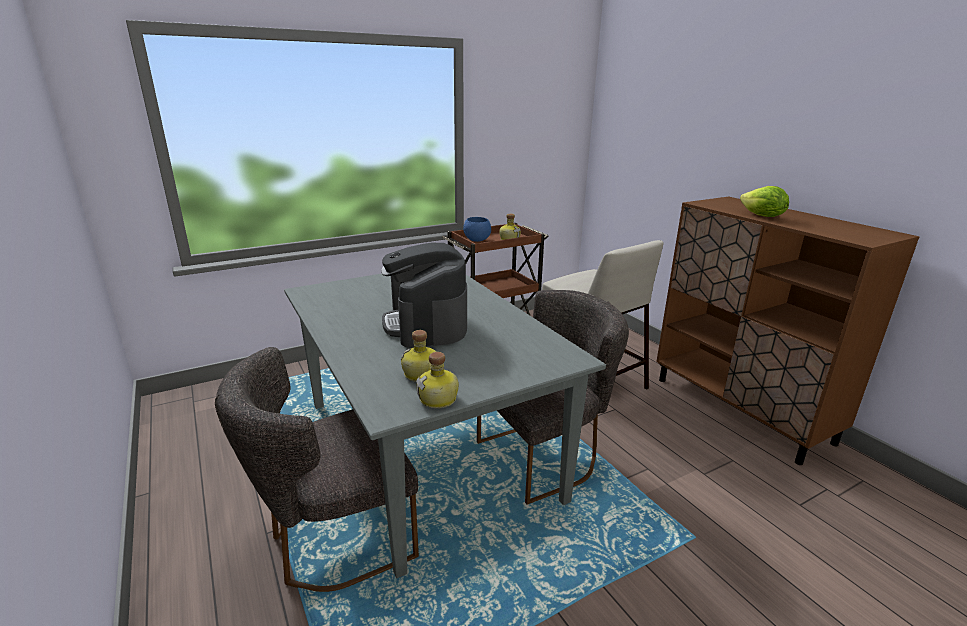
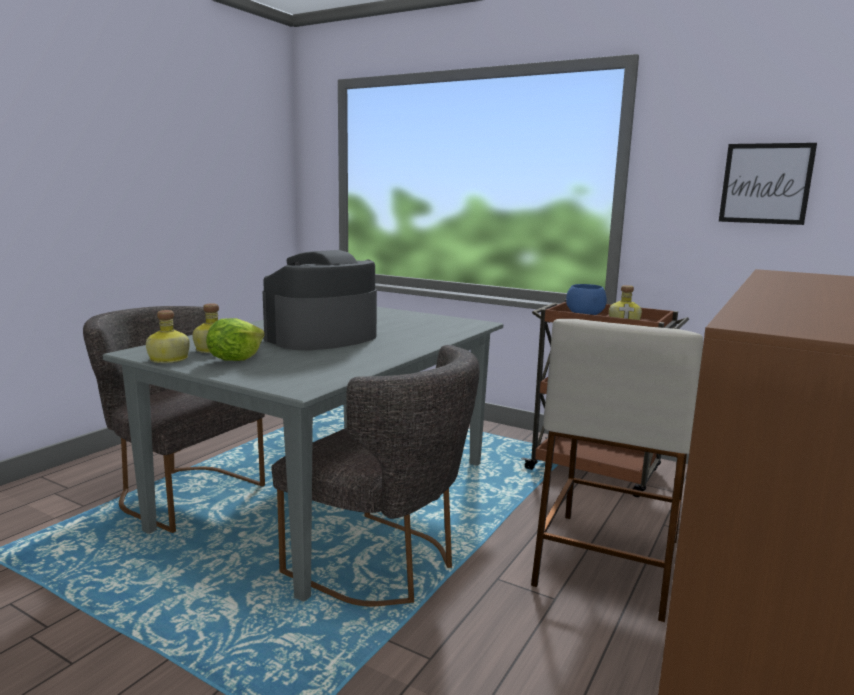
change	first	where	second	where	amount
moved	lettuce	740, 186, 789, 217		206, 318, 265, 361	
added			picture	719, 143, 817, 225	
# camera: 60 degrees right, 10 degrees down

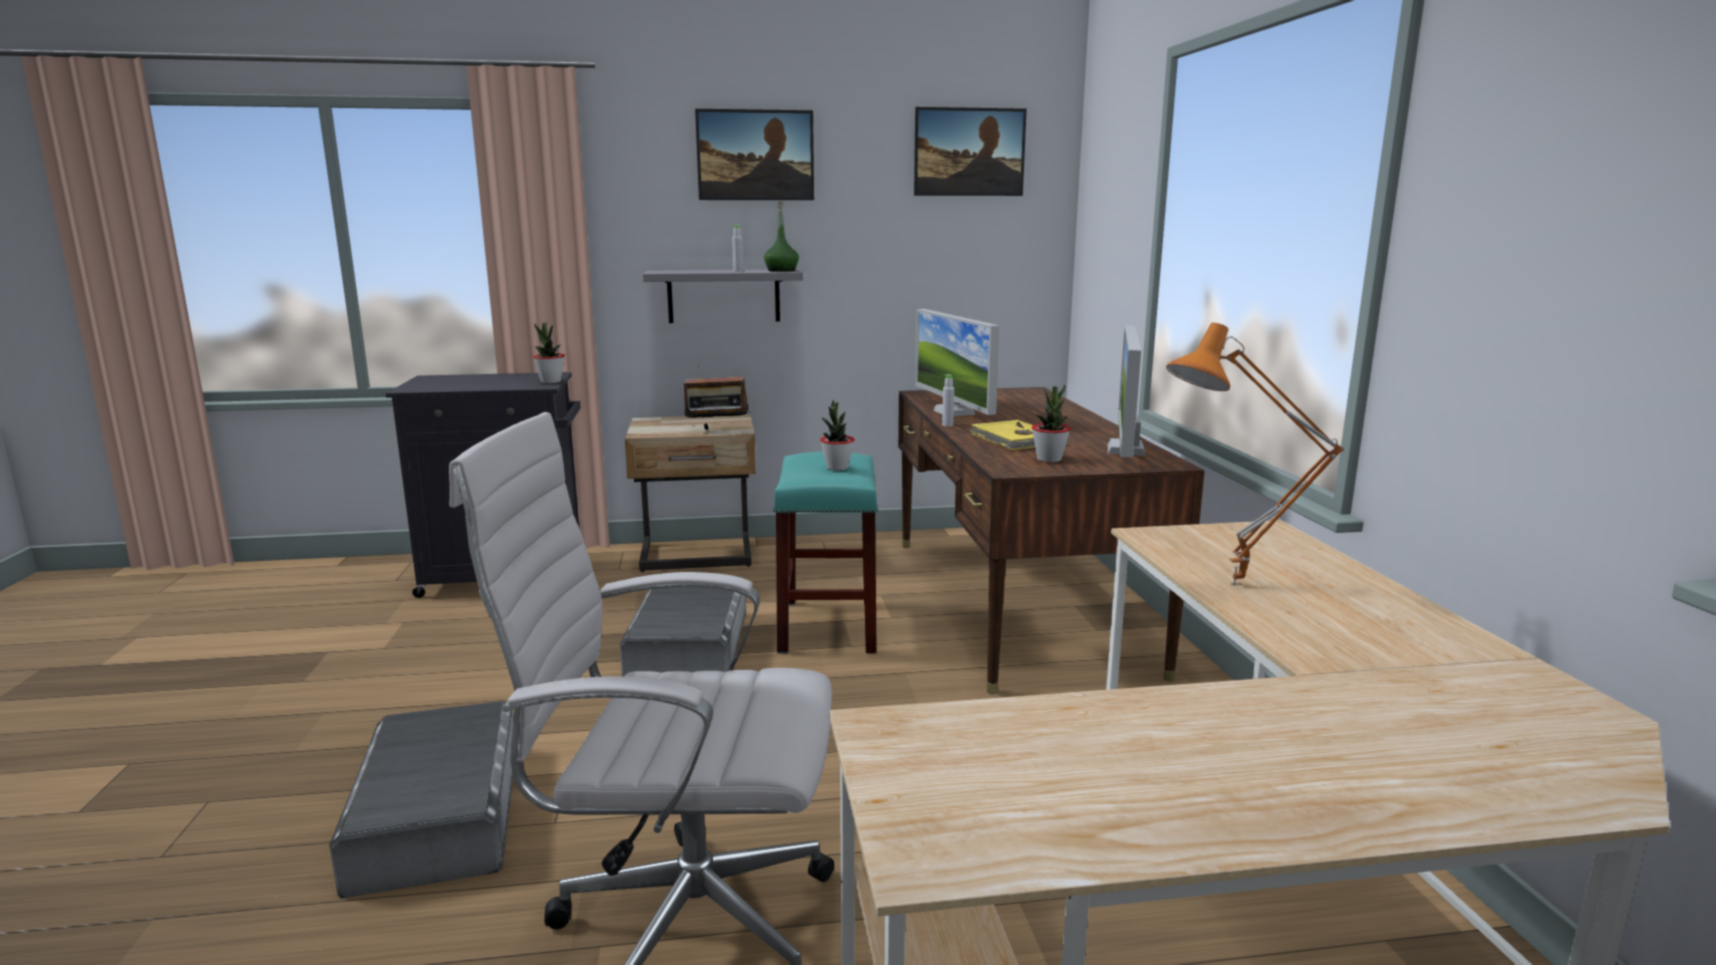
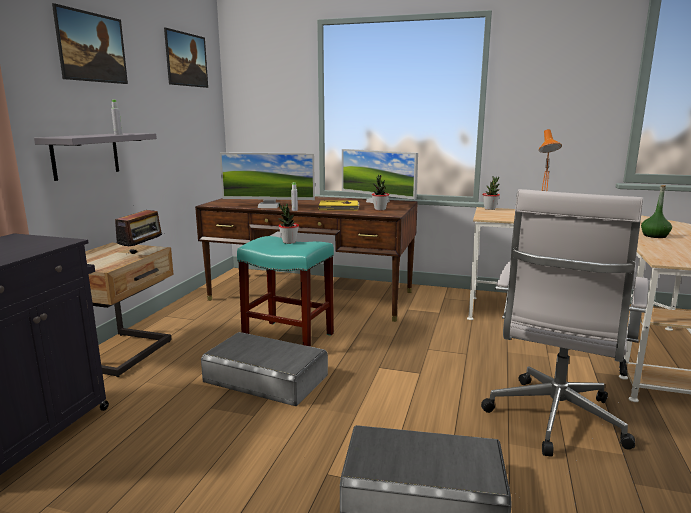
change	first	where	second	where	amount
moved	greenish drink bottle	764, 202, 799, 272		641, 185, 672, 238	
moved	potted plant	533, 323, 565, 383		482, 176, 500, 210	
# camera: 65 degrees left, 0 degrees up

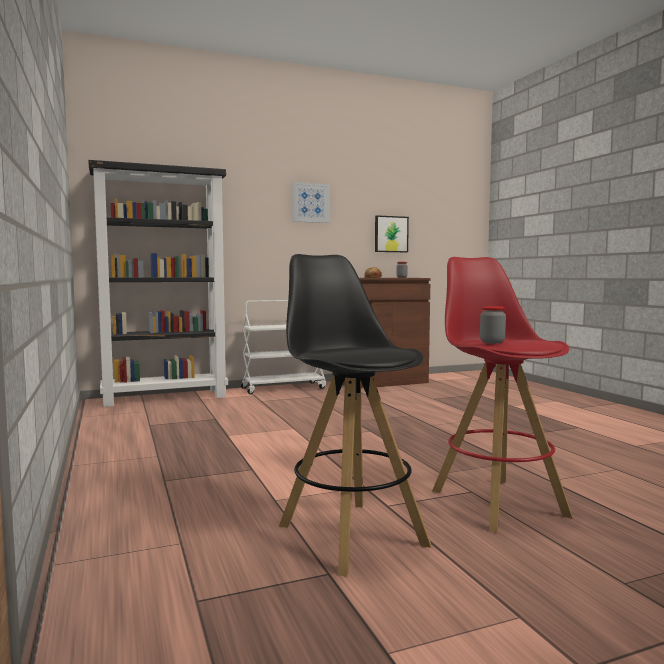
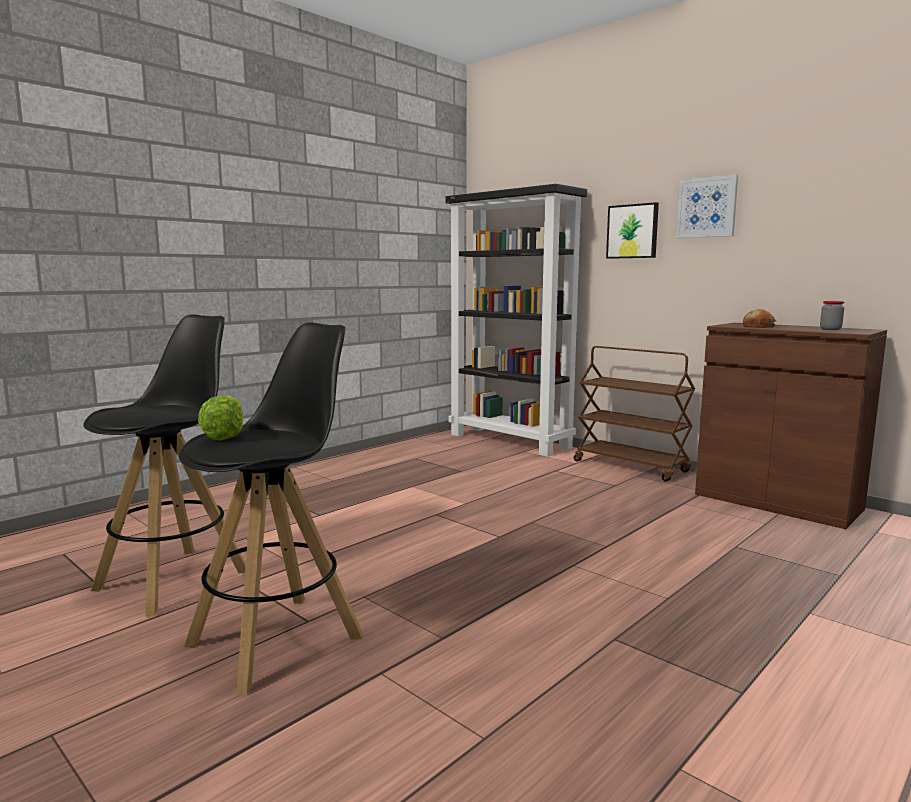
change	first	where	second	where	amount
moved	picture	375, 215, 409, 252		606, 202, 659, 259	
recoloured	red stool	432, 257, 573, 533	black-coloured stool	179, 322, 363, 695	
recoloured	white cart	241, 300, 326, 394	brownish cart	574, 346, 695, 482	
replaced	jar	480, 306, 506, 343	lettuce	198, 395, 243, 441	
# camera: 65 degrees right, 5 degrees up

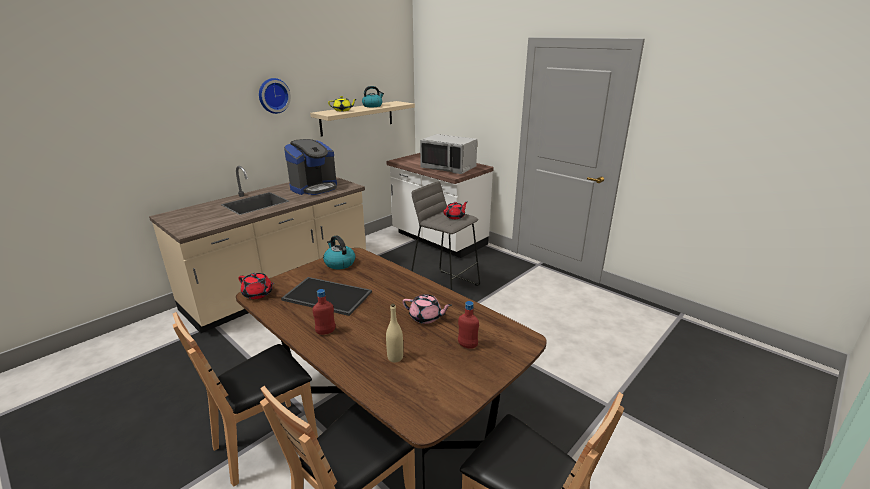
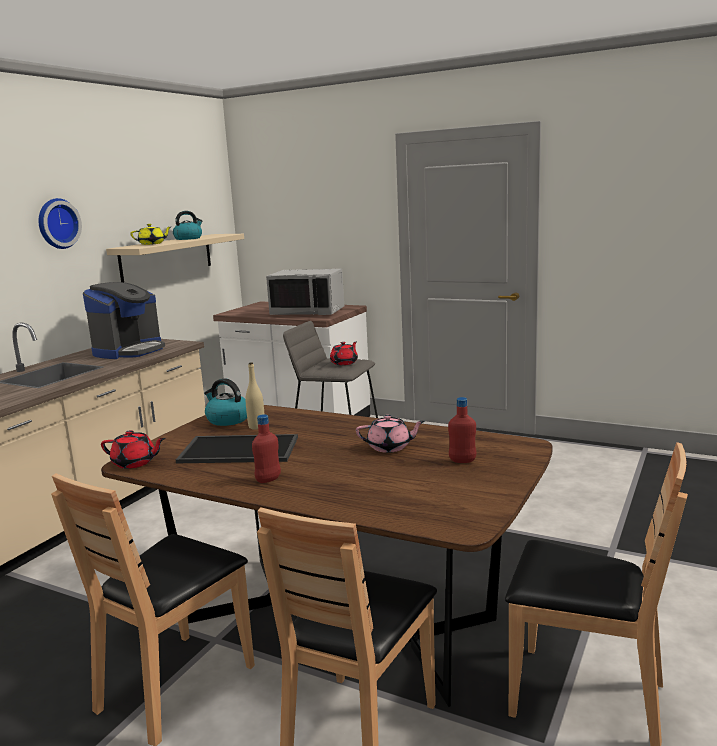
change	first	where	second	where	amount
moved	beige drink bottle	386, 304, 403, 363		245, 362, 264, 430	
# camera: 15 degrees left, 10 degrees down

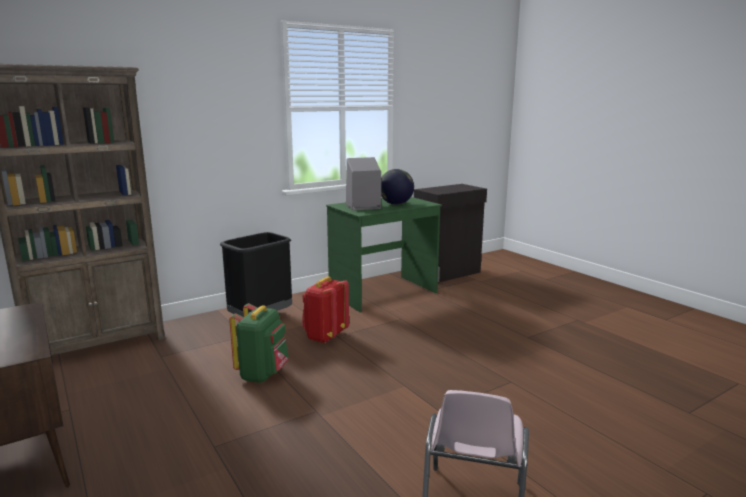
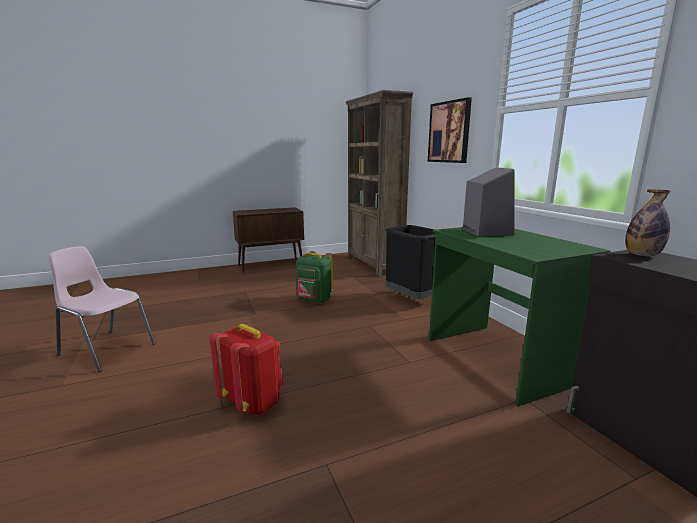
change	first	where	second	where	amount
removed	world globe	381, 169, 414, 205			
moved	red knapsack	302, 276, 349, 343		210, 324, 283, 415	
added			picture	428, 97, 472, 163	
added			drink bottle	625, 189, 671, 256	
# camera: 100 degrees right, 0 degrees up

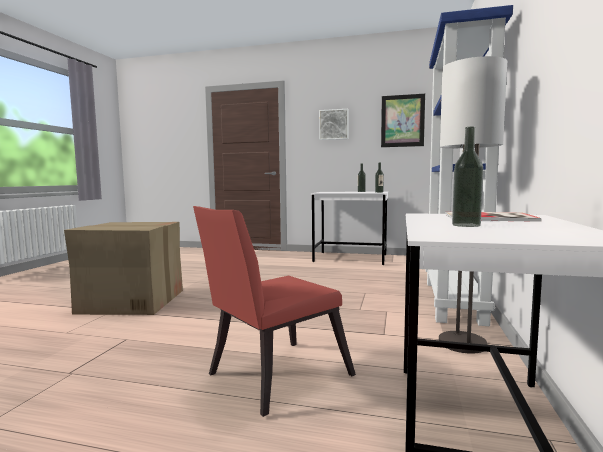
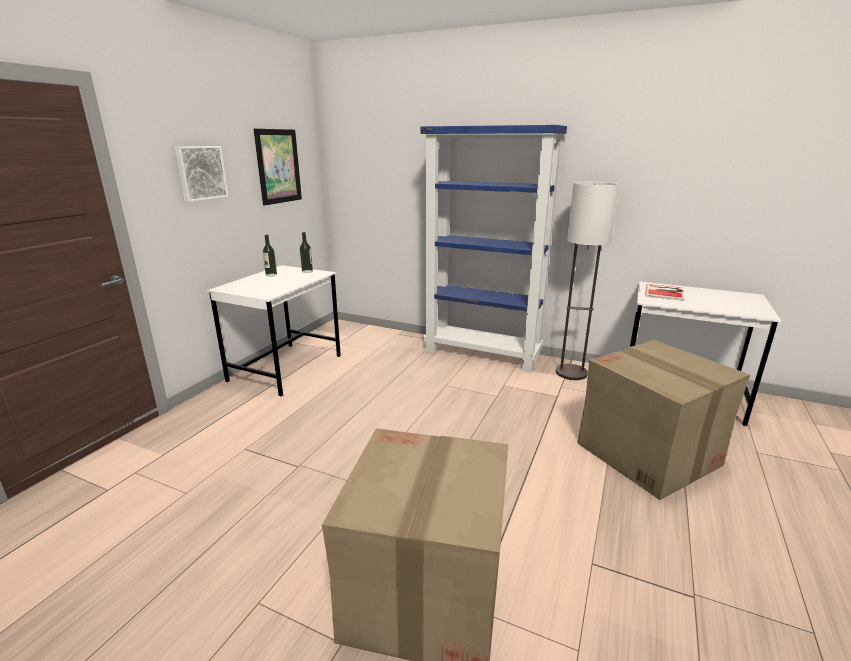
change	first	where	second	where	amount
removed	drink bottle	452, 126, 483, 227			
replaced	red plain chair	193, 206, 356, 417	packing box	577, 340, 750, 500	
# camera: 80 degrees left, 15 degrees up

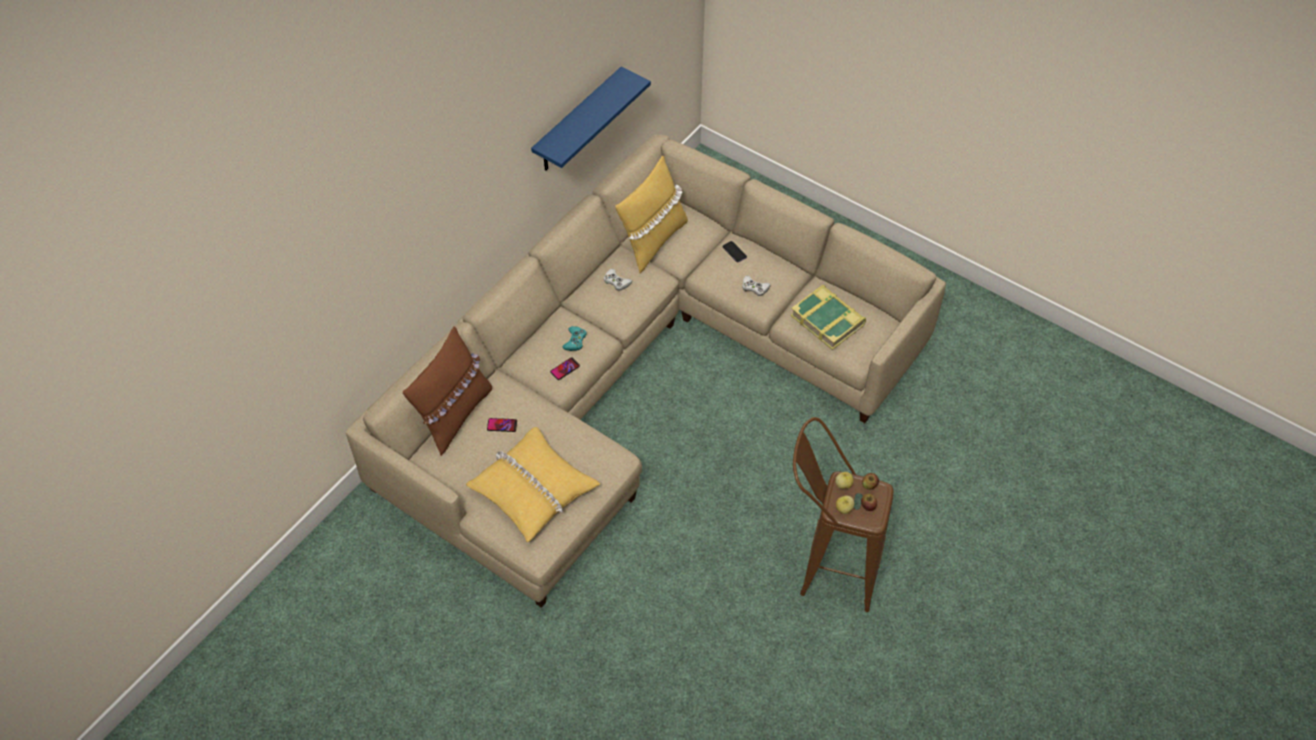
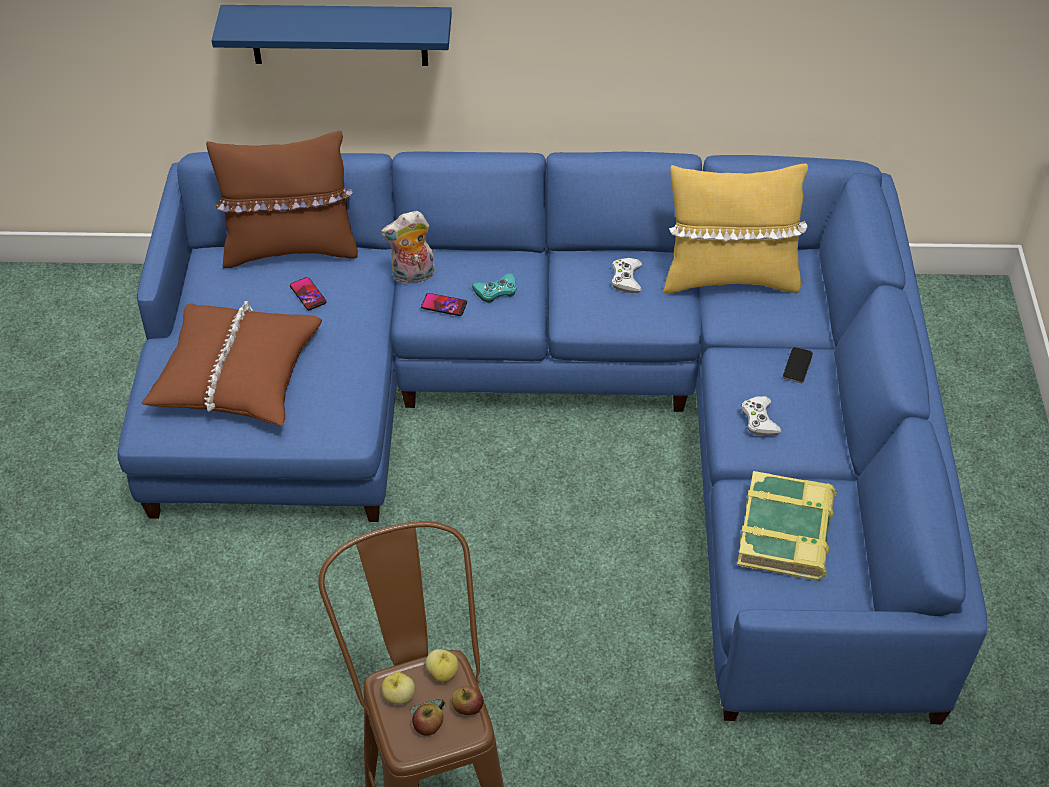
change	first	where	second	where	amount
moved	bluish bracket shelf	531, 66, 651, 171		212, 5, 452, 66	
recoloured	beige couch	346, 134, 946, 608	bluish couch	118, 152, 987, 724	
recoloured	yellow-coloured cushion	466, 427, 600, 542	brownish cushion	141, 301, 322, 426	
added			plush toy	381, 211, 435, 284	
# camera: 55 degrees right, 5 degrees down

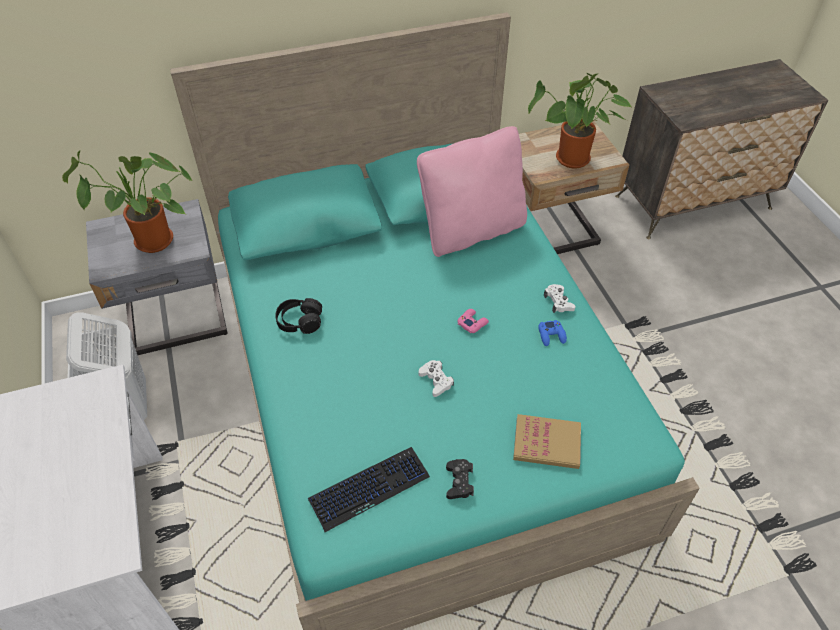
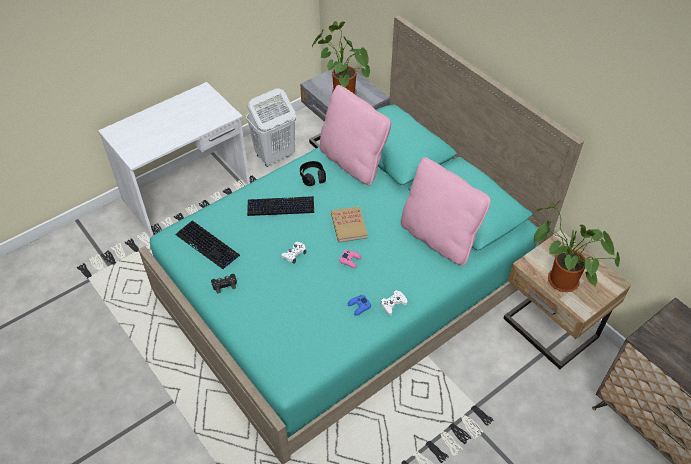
change	first	where	second	where	amount
moved	volume	513, 414, 581, 469		331, 206, 368, 243	
added			pinkish cushion	320, 85, 391, 186	
added			computer keyboard	247, 196, 314, 216	
# camera: 70 degrees right, 0 degrees up

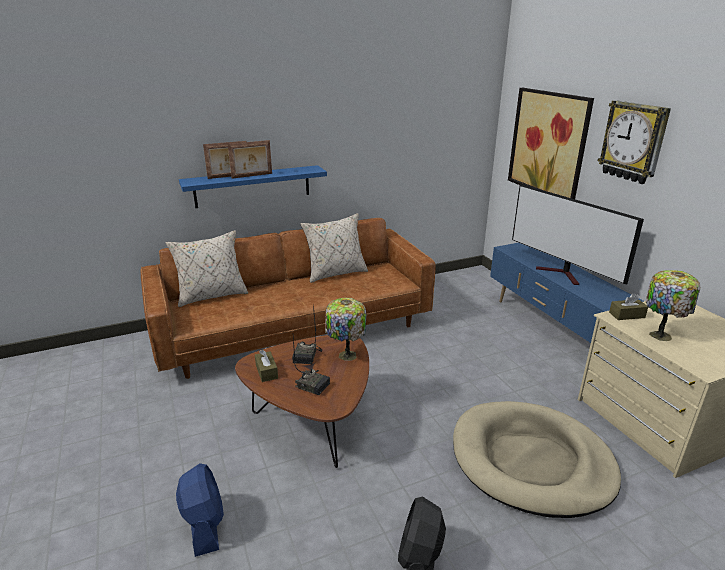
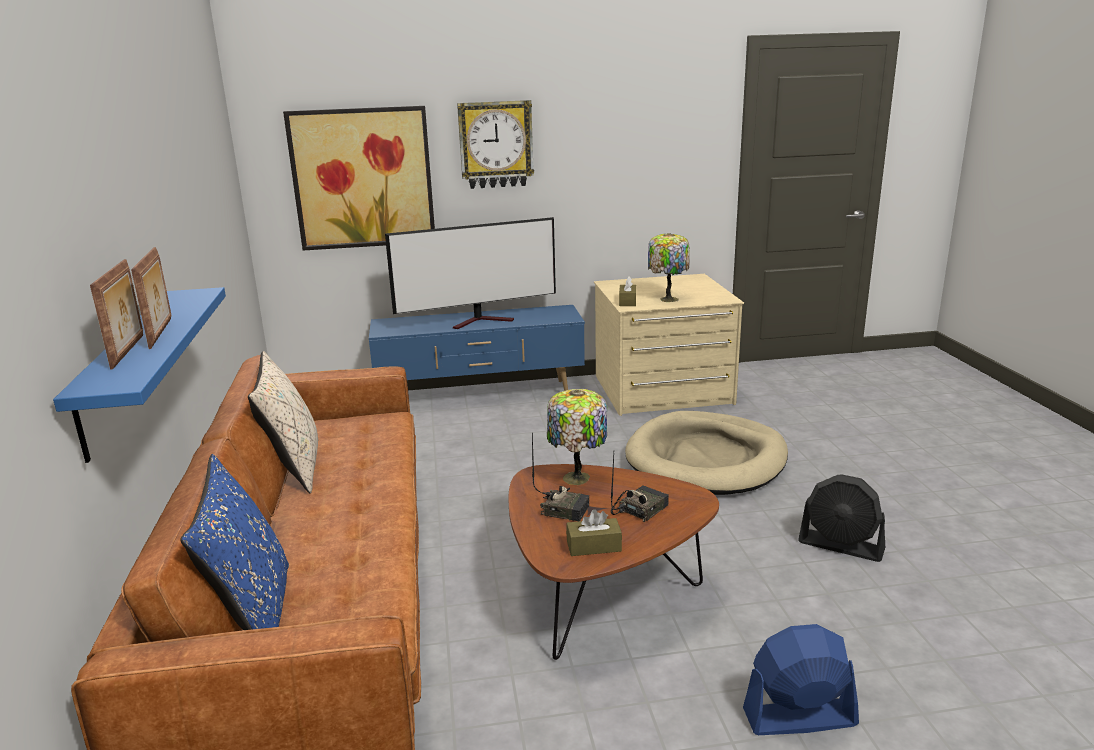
change	first	where	second	where	amount
recoloured	beige cushion	166, 230, 248, 307	bluish cushion	180, 454, 289, 630	
# camera: 75 degrees left, 5 degrees down

